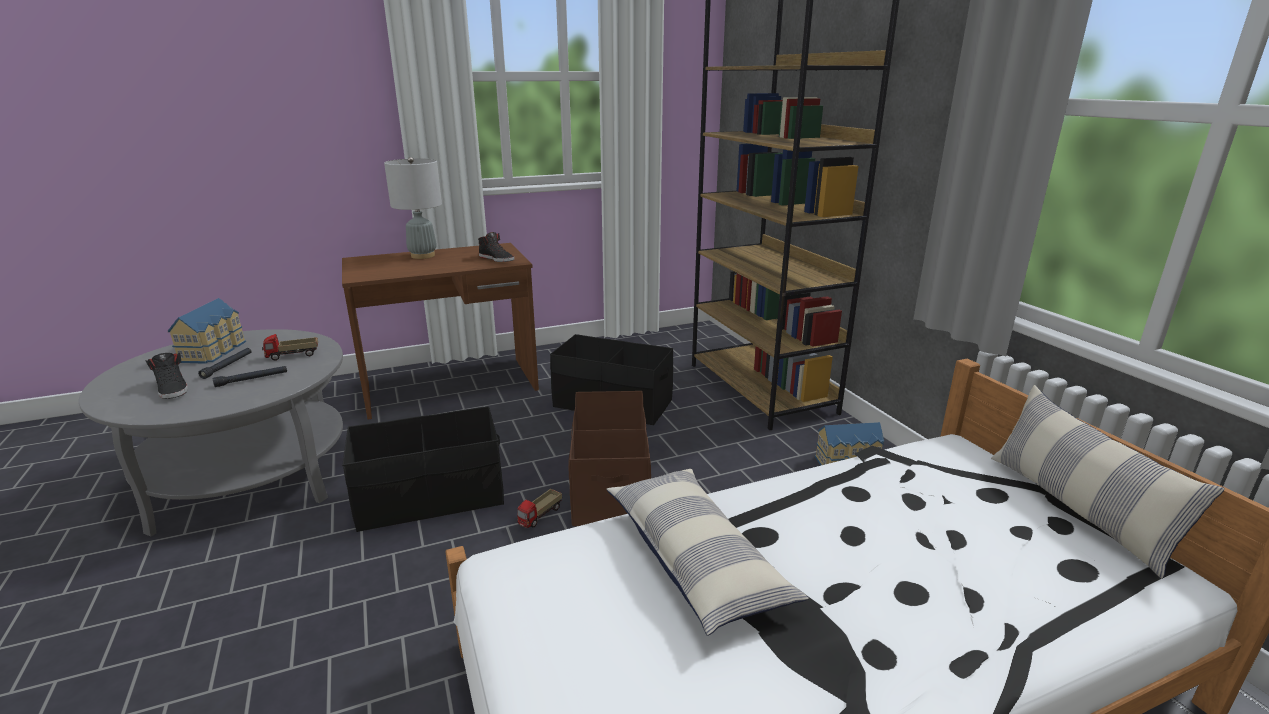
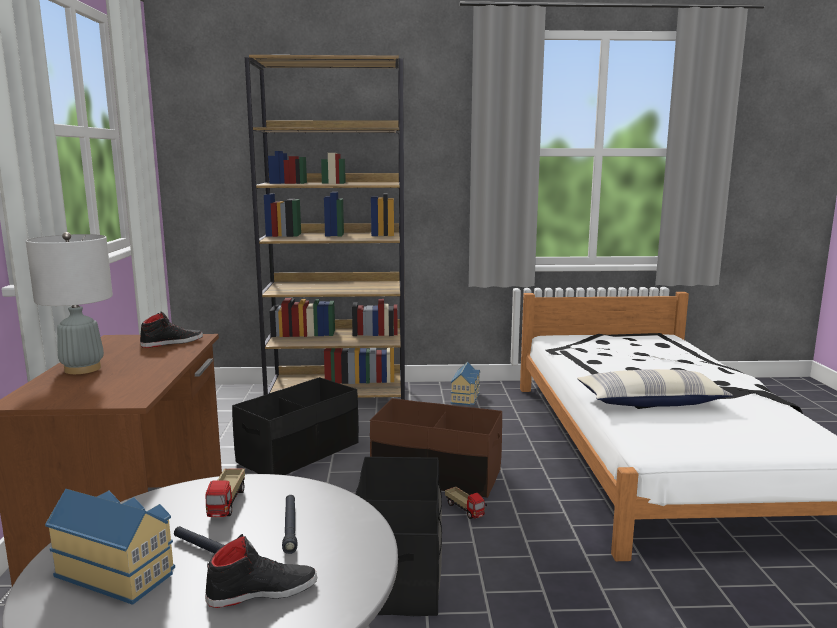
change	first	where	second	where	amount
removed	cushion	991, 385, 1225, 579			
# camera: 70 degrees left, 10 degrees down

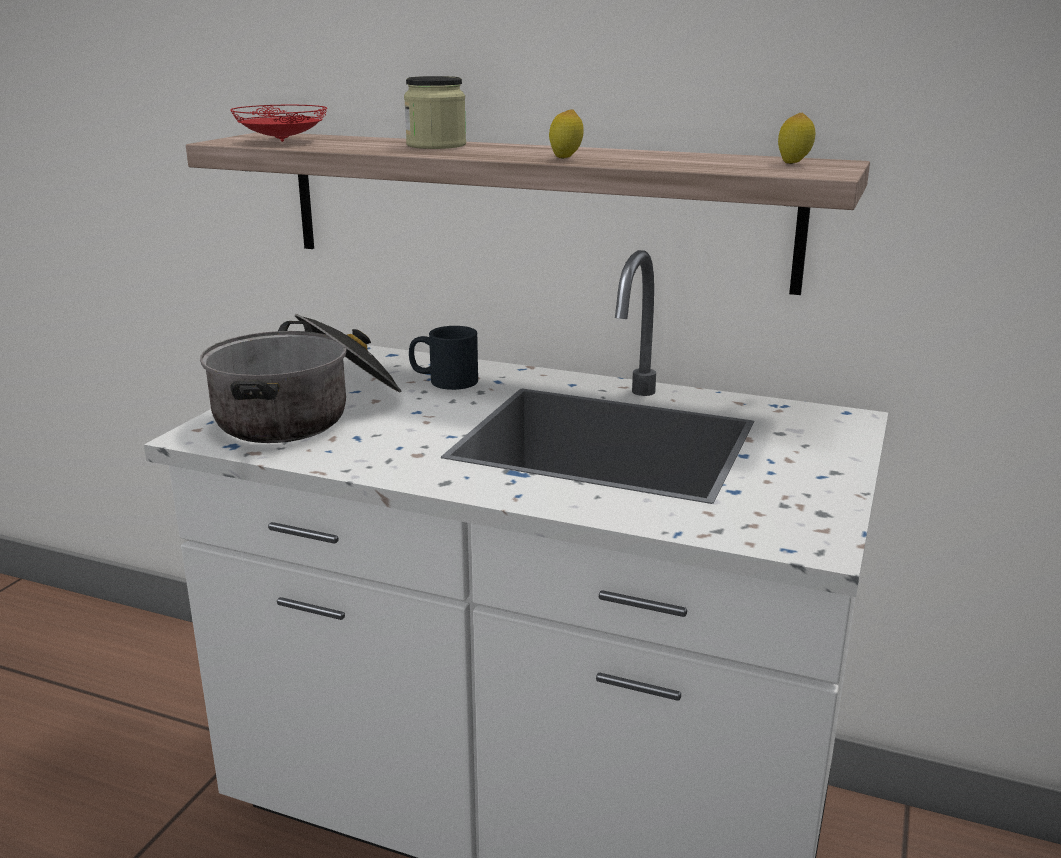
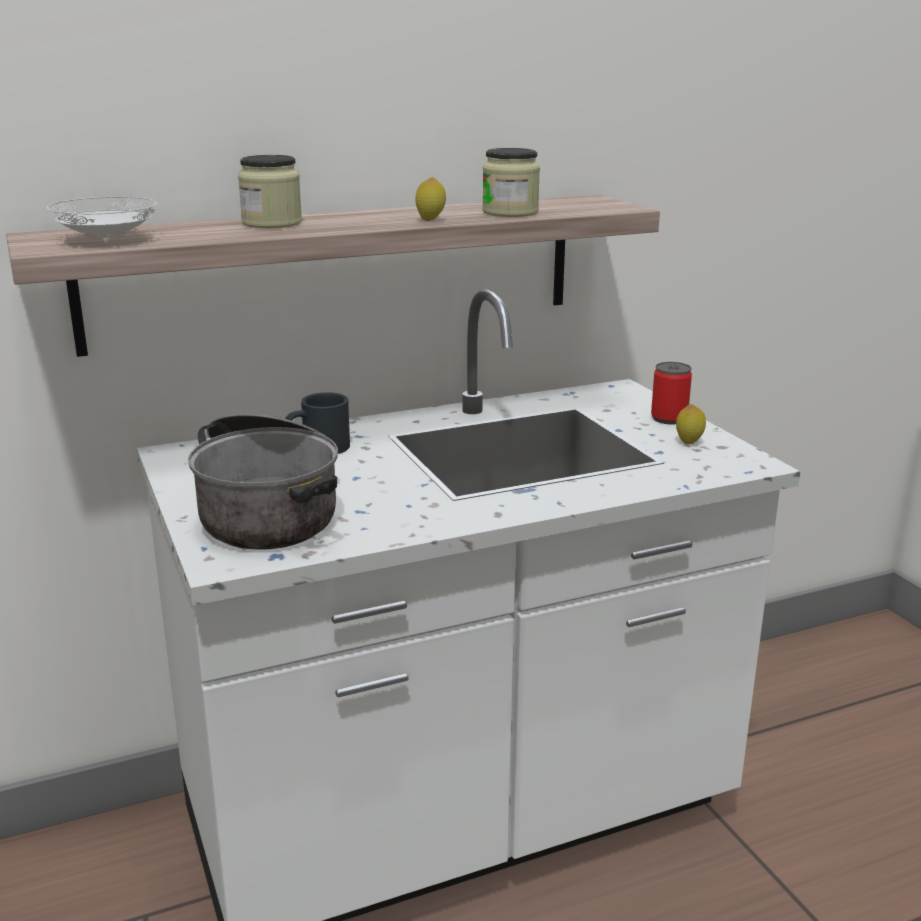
change	first	where	second	where	amount
recoloured	red plate	230, 105, 327, 142	white plate	47, 197, 157, 240	
moved	whole lemon	778, 113, 815, 164		676, 404, 706, 444	
added			jar	482, 148, 540, 217	
added			can	651, 362, 692, 424	
# camera: 45 degrees left, 0 degrees up

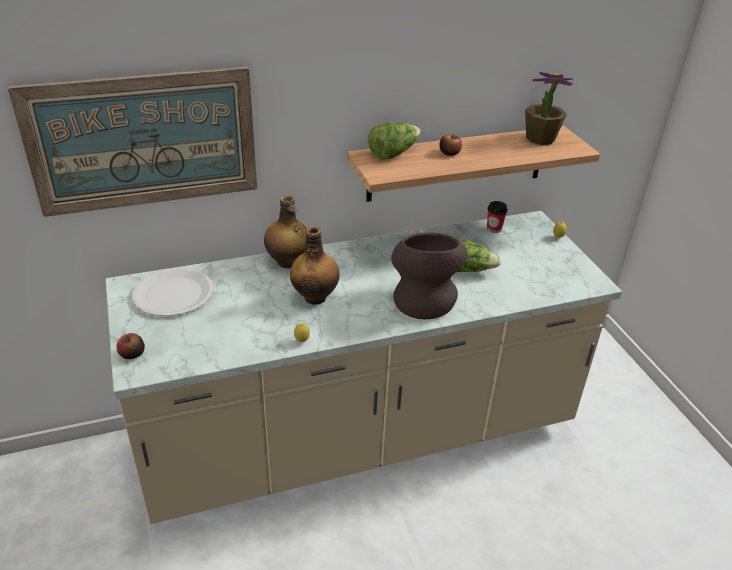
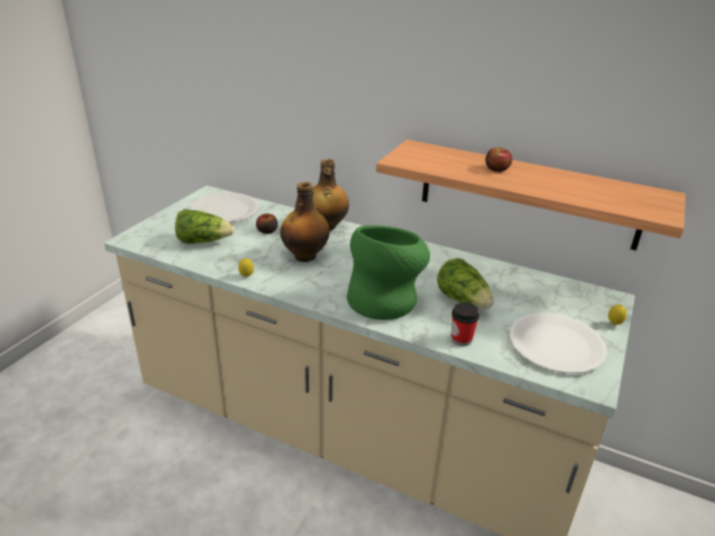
change	first	where	second	where	amount
removed	picture	8, 67, 257, 217			
removed	potted plant	525, 72, 573, 145			
moved	lettuce	368, 123, 421, 160		175, 209, 235, 244	
moved	cup	487, 201, 507, 233		451, 302, 479, 346	
recoloured	brownish flower vase	391, 232, 467, 319	greenish flower vase	347, 225, 430, 320	
moved	apple	117, 333, 145, 359		256, 213, 278, 234	
added			white plate	510, 313, 607, 373	
# camera: 45 degrees right, 5 degrees down

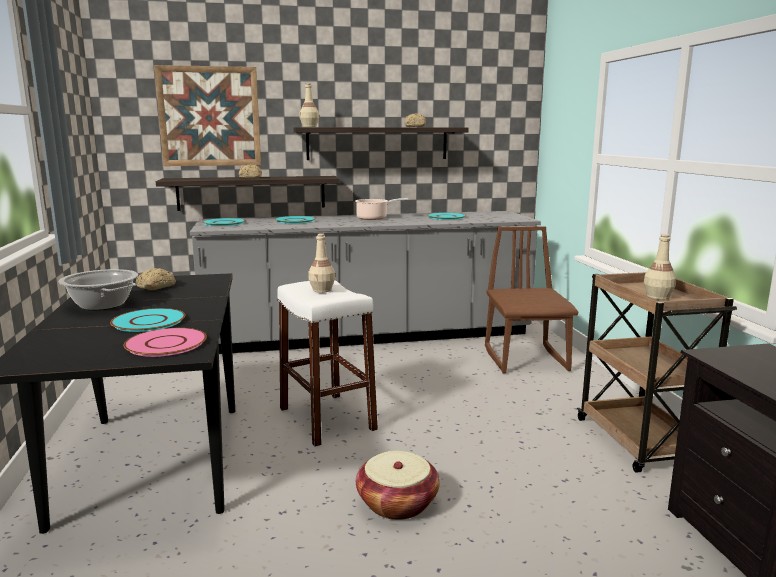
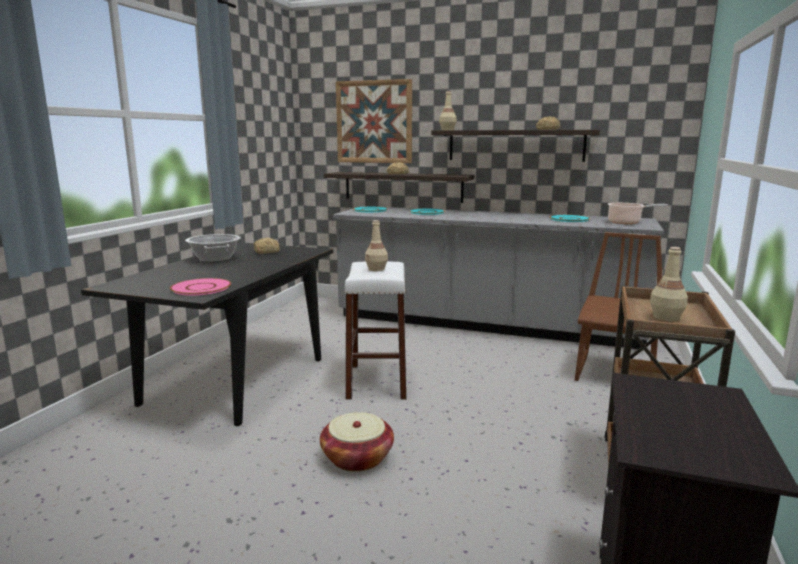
change	first	where	second	where	amount
moved	cooking pot	355, 198, 408, 220		608, 203, 668, 224	
removed	turquoise-coloured plate	110, 308, 185, 332			
# camera: 30 degrees right, 0 degrees up

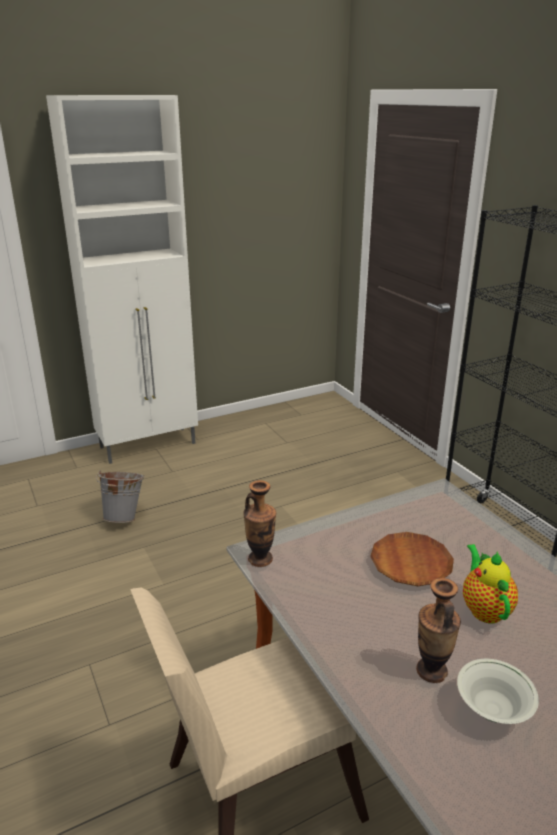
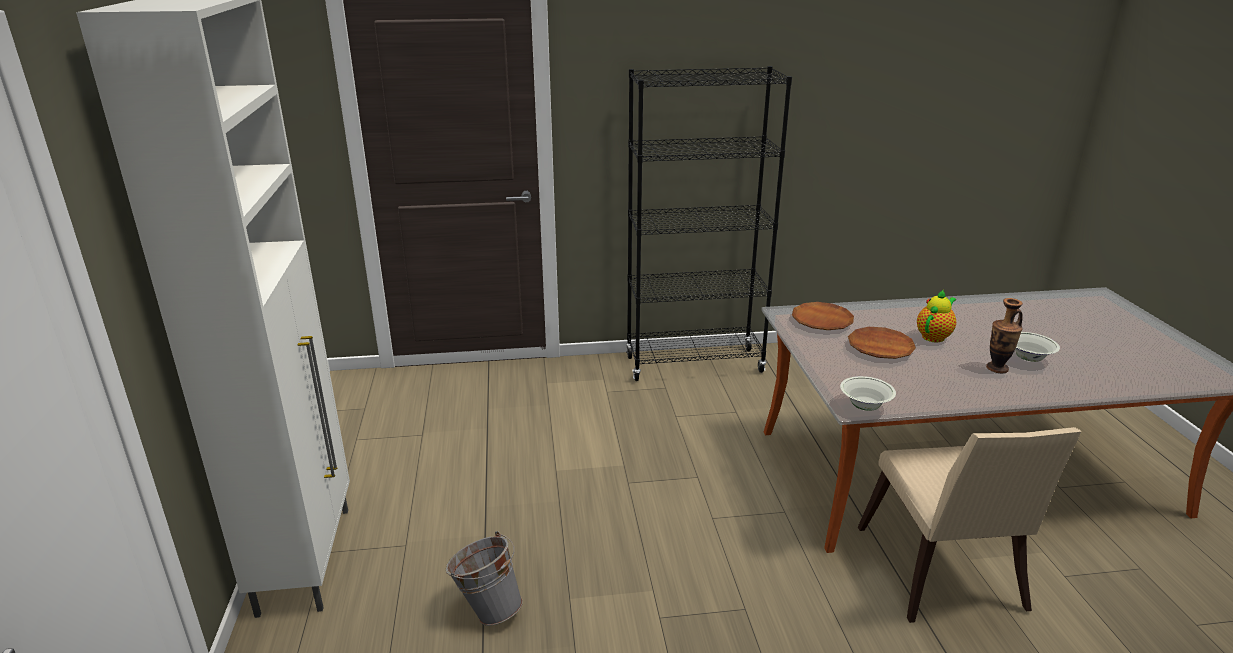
change	first	where	second	where	amount
replaced	flower vase	243, 480, 276, 567	white serving bowl	840, 376, 896, 411	
turned	pot for tea	463, 544, 518, 623		917, 289, 956, 342	120 degrees clockwise
added			brownish plate	792, 302, 854, 330	
# camera: 70 degrees left, 0 degrees up

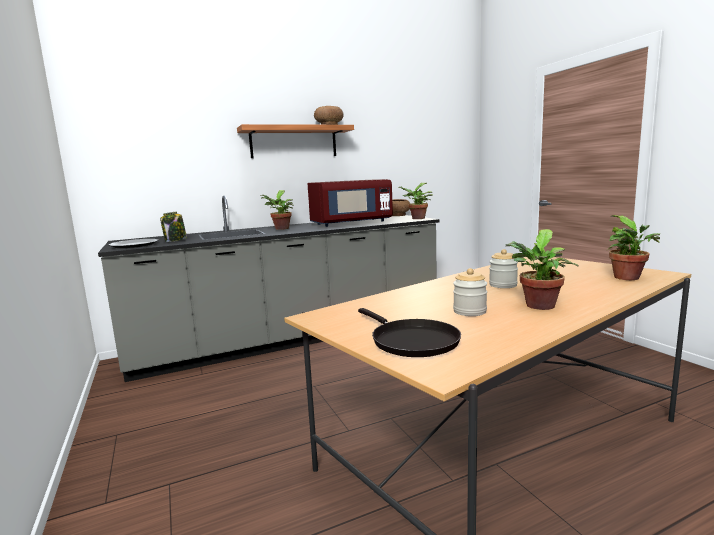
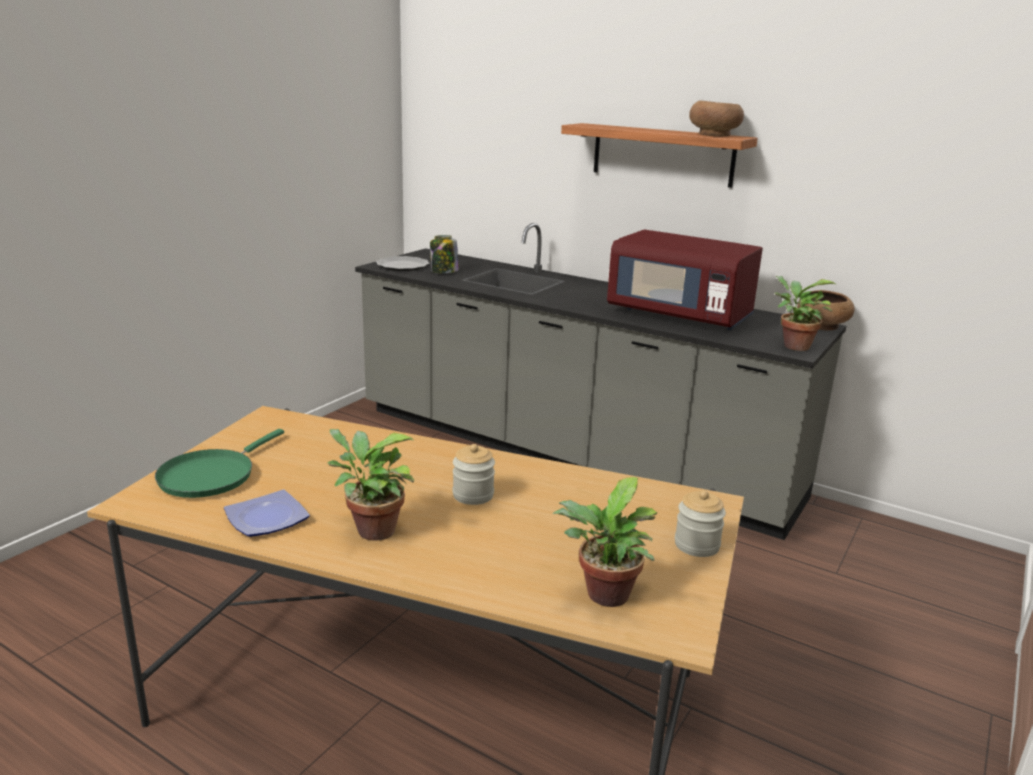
change	first	where	second	where	amount
removed	potted plant	261, 190, 294, 230			
moved	jar	453, 268, 487, 316		675, 490, 726, 557	
recoloured	black-coloured skillet	358, 308, 461, 357	greenish skillet	155, 429, 284, 498	
added			plate	224, 490, 310, 537	
# camera: 55 degrees right, 10 degrees up

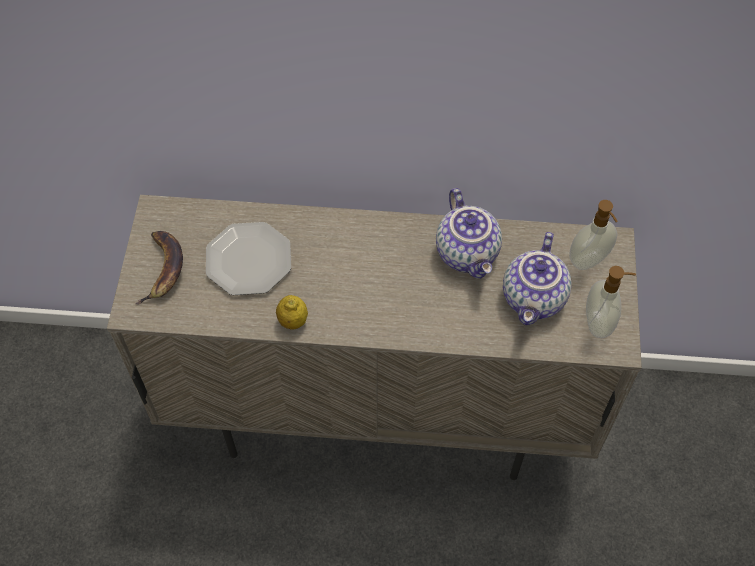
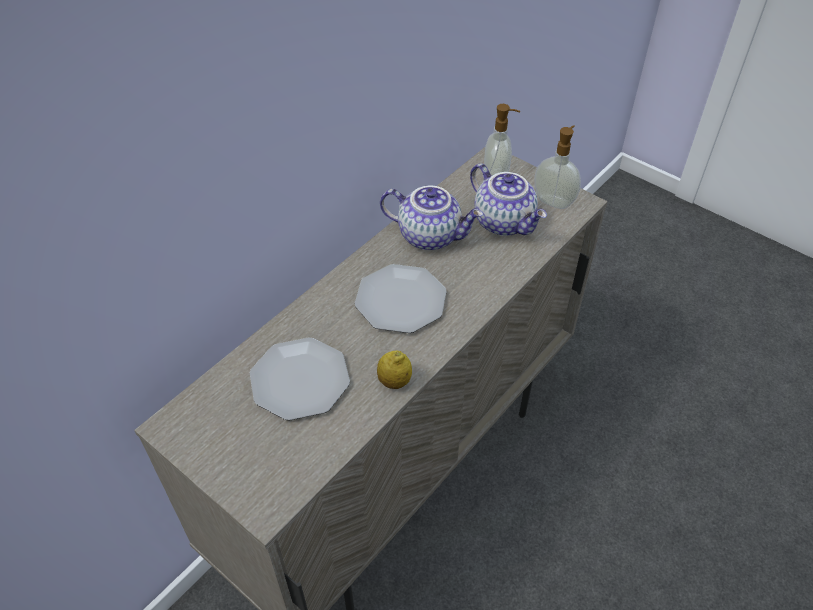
change	first	where	second	where	amount
removed	banana	135, 231, 183, 304			
added			plate	355, 264, 447, 333	
# camera: 55 degrees left, 10 degrees down

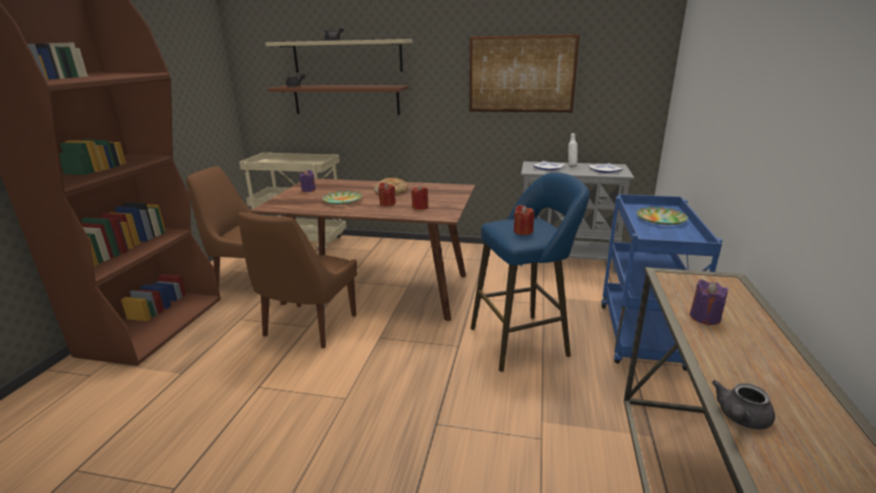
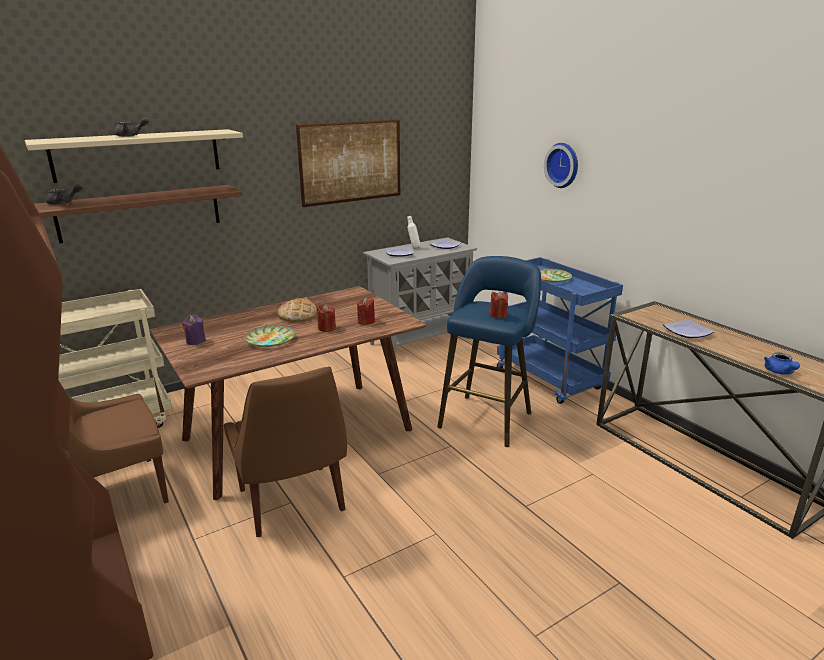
change	first	where	second	where	amount
replaced	purple-coloured wax light	690, 279, 728, 325	plate	663, 319, 715, 338	
recoloured	gray pot for tea	712, 380, 775, 429	bluish pot for tea	764, 352, 800, 375	
added			wall clock	544, 143, 578, 188	
# camera: 45 degrees left, 0 degrees up

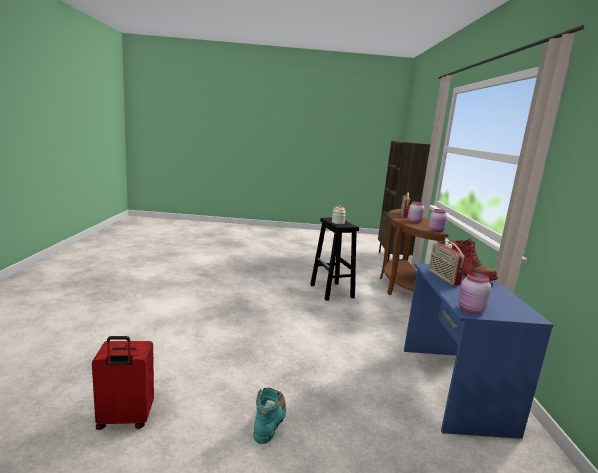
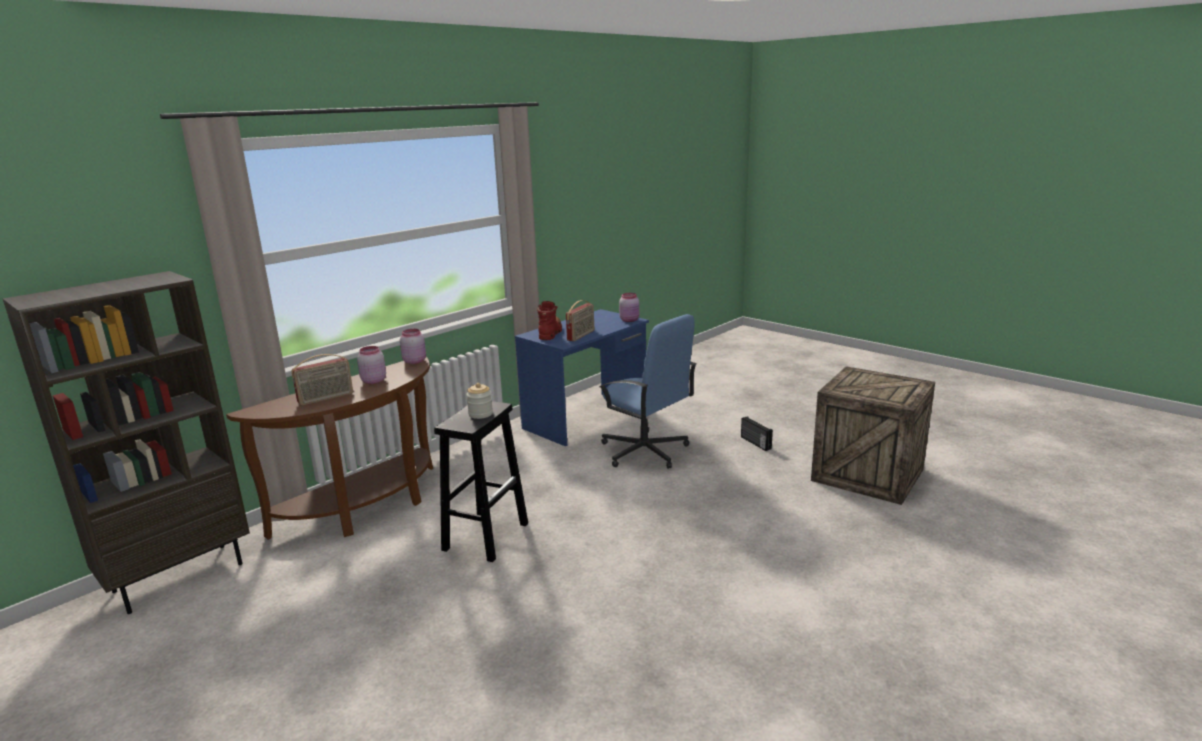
change	first	where	second	where	amount
replaced	red piece of luggage	92, 336, 154, 430	shipping crate	811, 366, 935, 505	
replaced	turquoise-coloured high-top boot	253, 388, 286, 444	radio	741, 416, 773, 451	
added			bluish desk chair	599, 314, 696, 469	
# camera: 135 degrees left, 5 degrees up

